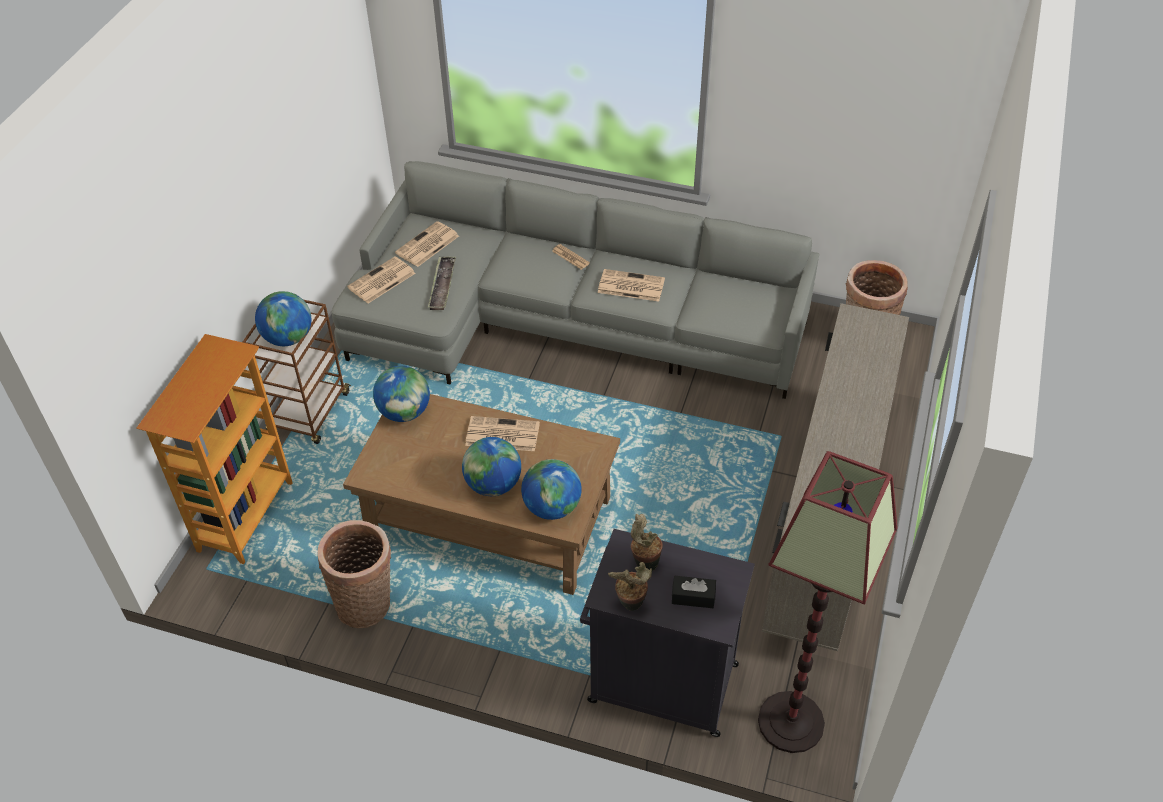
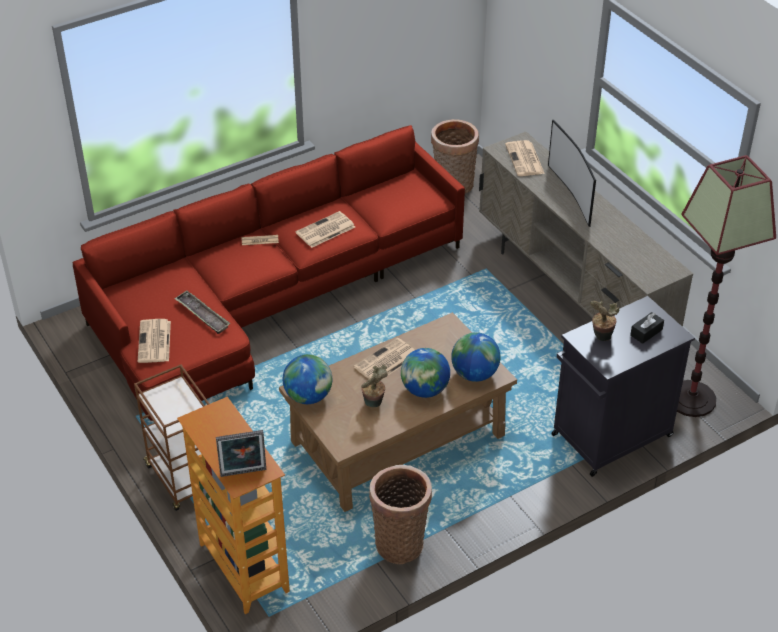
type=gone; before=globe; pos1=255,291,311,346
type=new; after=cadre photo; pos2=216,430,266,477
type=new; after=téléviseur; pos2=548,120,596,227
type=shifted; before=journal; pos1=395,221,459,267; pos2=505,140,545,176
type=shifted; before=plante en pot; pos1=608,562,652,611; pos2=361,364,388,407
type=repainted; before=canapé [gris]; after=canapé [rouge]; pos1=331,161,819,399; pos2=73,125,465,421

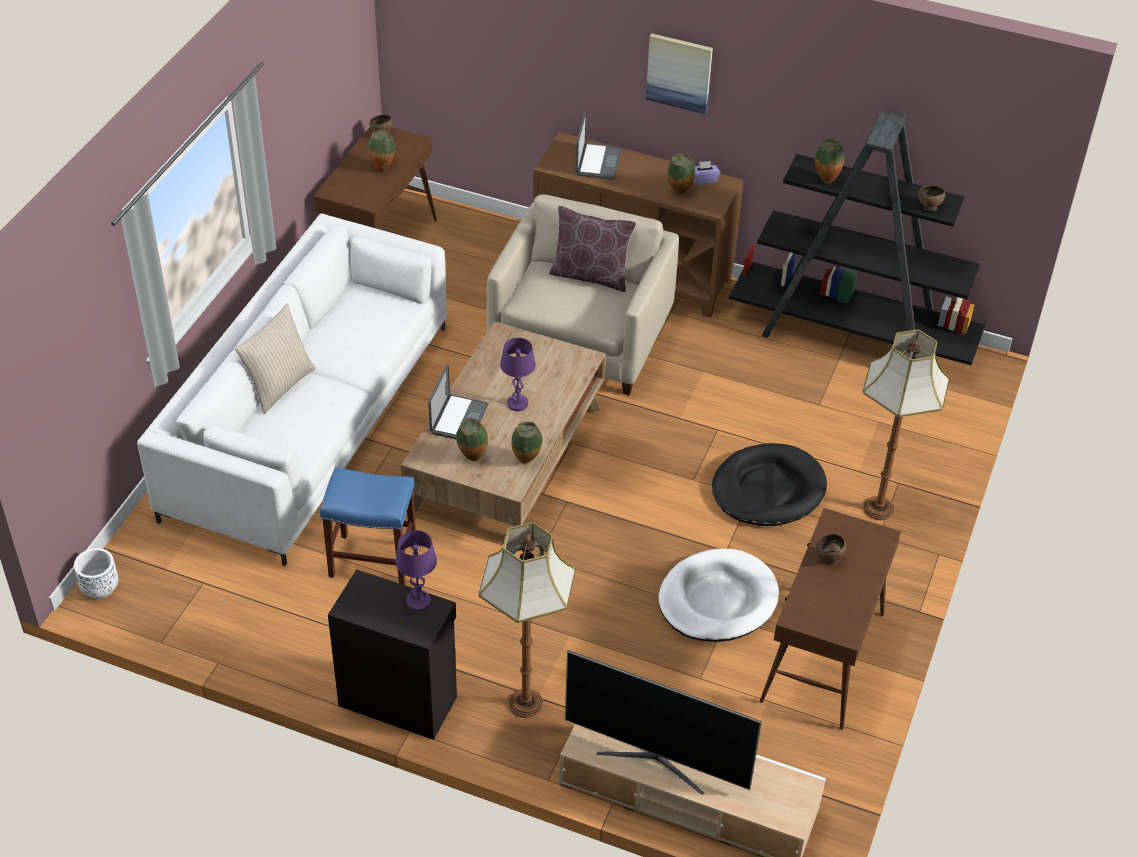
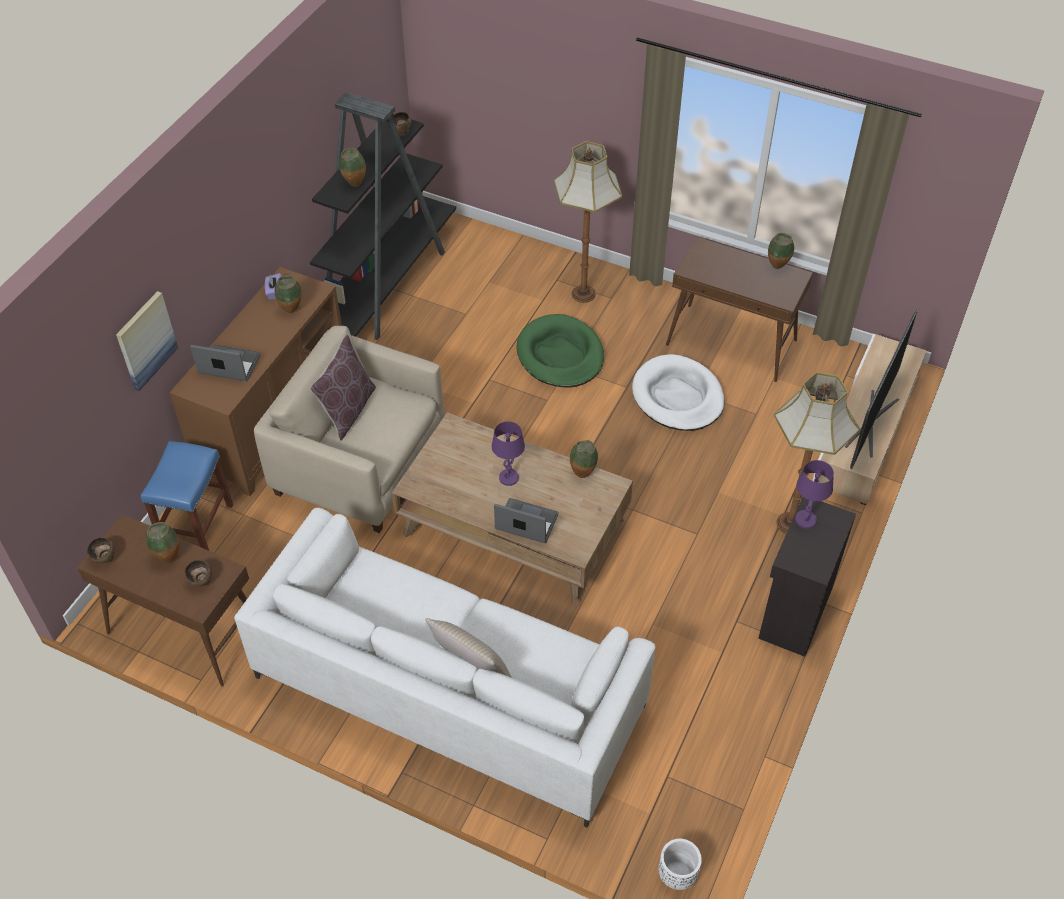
type=shifted; before=tabouret [bleu]; pos1=320,467,416,585; pos2=141,441,233,551
type=shifted; before=vase; pos1=456,418,488,461; pos2=768,233,794,269
type=shifted; before=tableau; pos1=646,33,713,114; pos2=116,291,178,391
type=shifted; before=bol [marron]; pos1=817,534,847,565; pos2=184,560,212,587
type=repainted; before=panier pour chien [noir]; after=panier pour chien [vert]; pos1=712,443,827,526; pos2=516,314,604,387

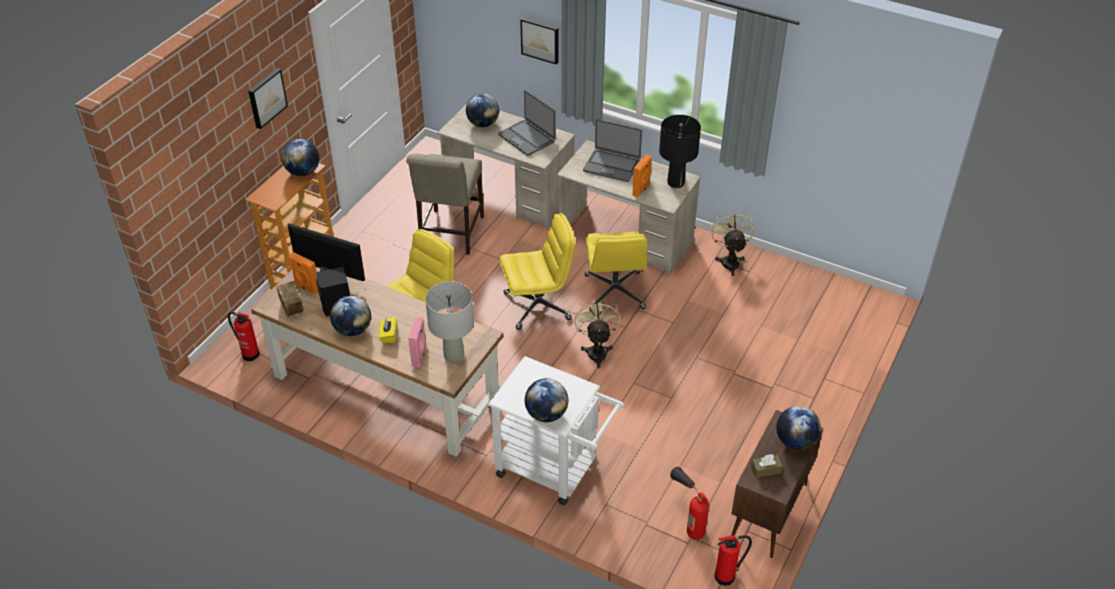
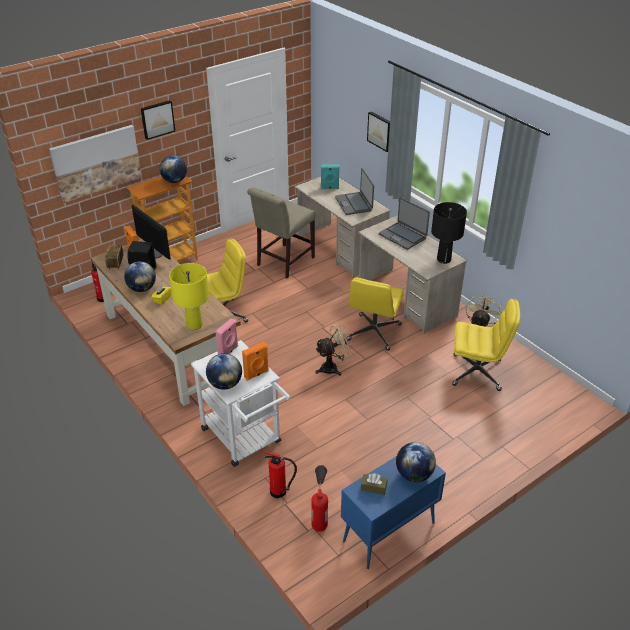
type=new; after=tableau; pos2=49,125,142,203
type=shifted; before=enceinte [rose]; pos1=408,317,427,368; pos2=215,318,238,354
type=shifted; before=chaise de bureau [jaune]; pos1=500,213,575,330; pos2=452,299,520,391
type=shifted; before=enceinte [orange]; pos1=632,155,652,198; pos2=242,342,269,381
type=shifted; before=extincteur; pos1=714,535,752,586; pos2=265,452,297,498
type=swapped; before=globe; after=enceinte [turquoise]; pos1=466,93,499,127; pos2=321,164,340,189
type=repainted; before=lampe de table [gris]; after=lampe de table [jaune]; pos1=425,281,474,363; pos2=169,263,209,330
type=repainted; before=meuble de rangement [marron]; after=meuble de rangement [bleu]; pos1=731,410,823,558; pos2=341,456,446,569
type=rotated; before=ventilateur [beige]; pos1=574,298,621,369; pos2=315,325,353,376; turn=45

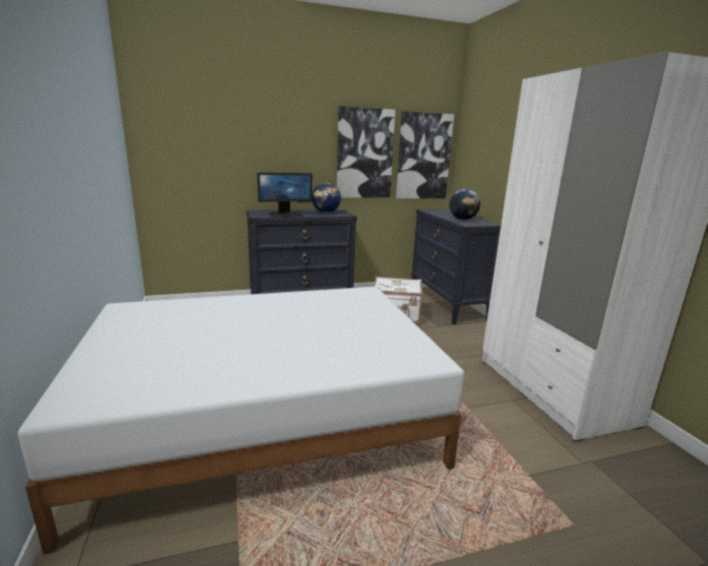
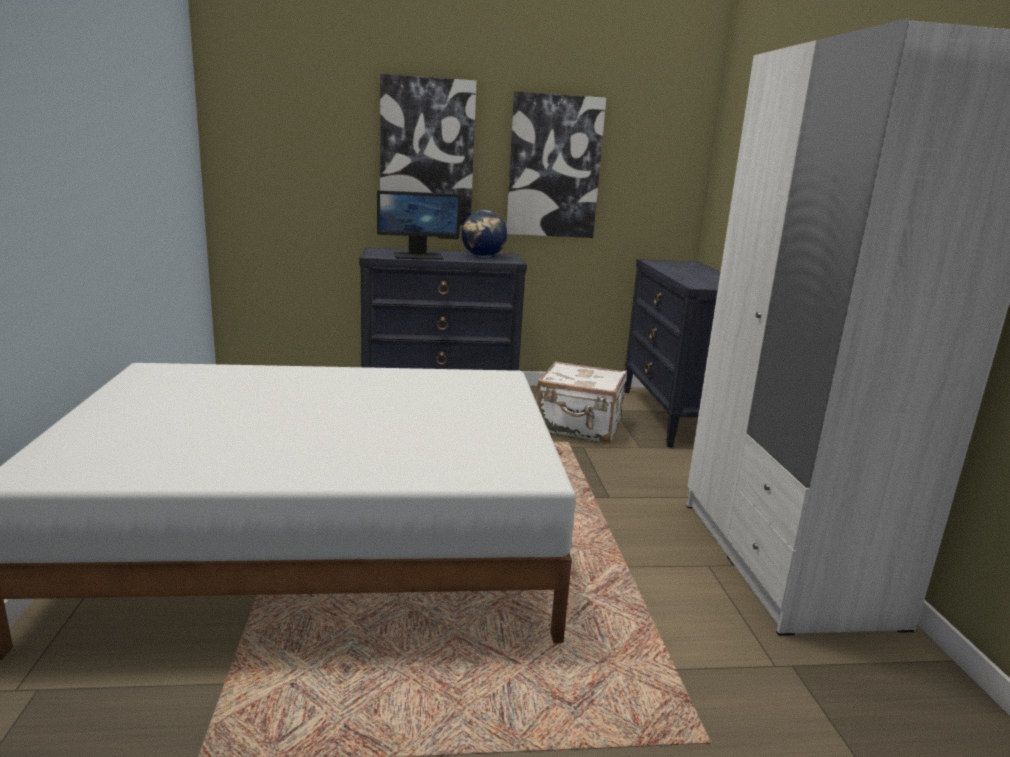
type=gone; before=globe; pos1=449,189,480,220
type=shifted; before=tableau; pos1=396,111,454,199; pos2=380,74,477,225

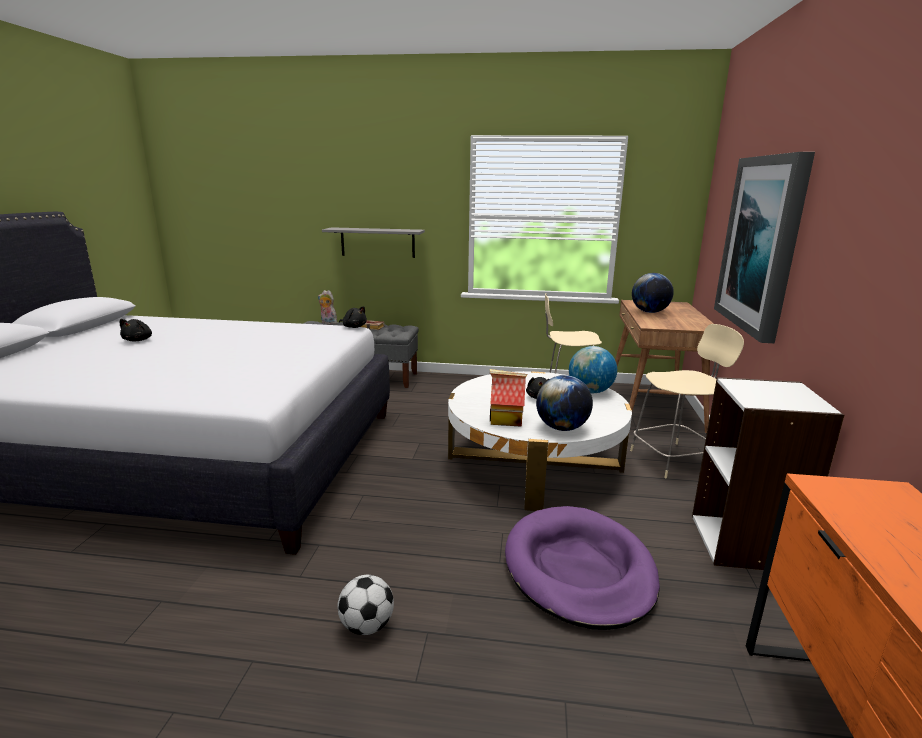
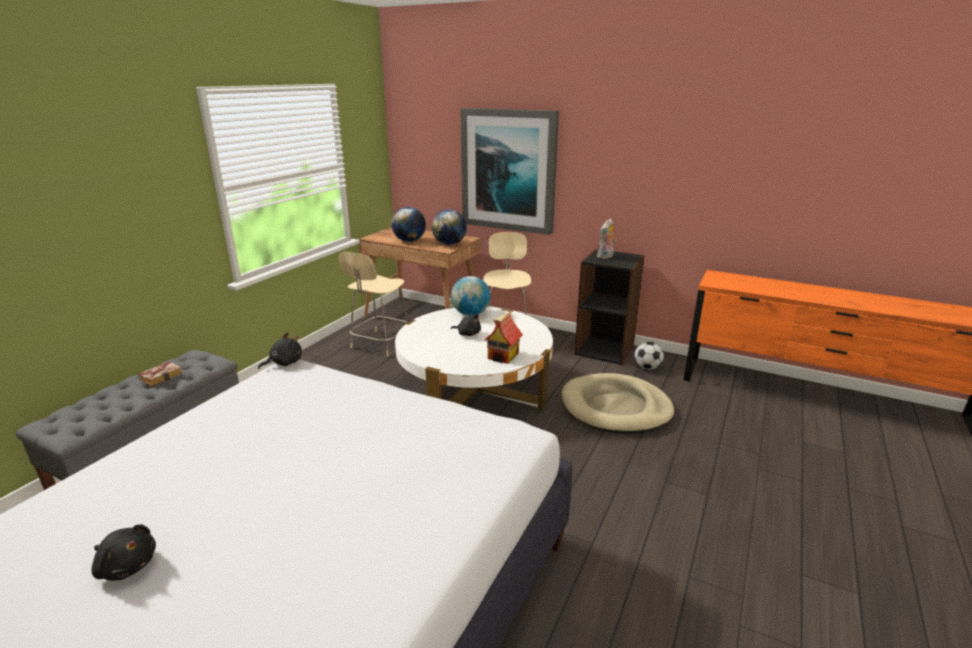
type=gone; before=étagère [gris]; pos1=322,227,425,258
type=shifted; before=peluche; pos1=318,290,337,324; pos2=597,218,616,259
type=shifted; before=ballon de foot; pos1=338,575,394,635; pos2=635,341,664,370
type=shifted; before=globe; pos1=536,375,593,431; pos2=432,209,467,245
type=repainted; before=panier pour chien [violet]; after=panier pour chien [beige]; pos1=505,506,660,630; pos2=561,373,674,434
type=repainted; before=bibliothèque [blanc]; after=bibliothèque [noir]; pos1=692,377,844,570; pos2=574,249,645,365

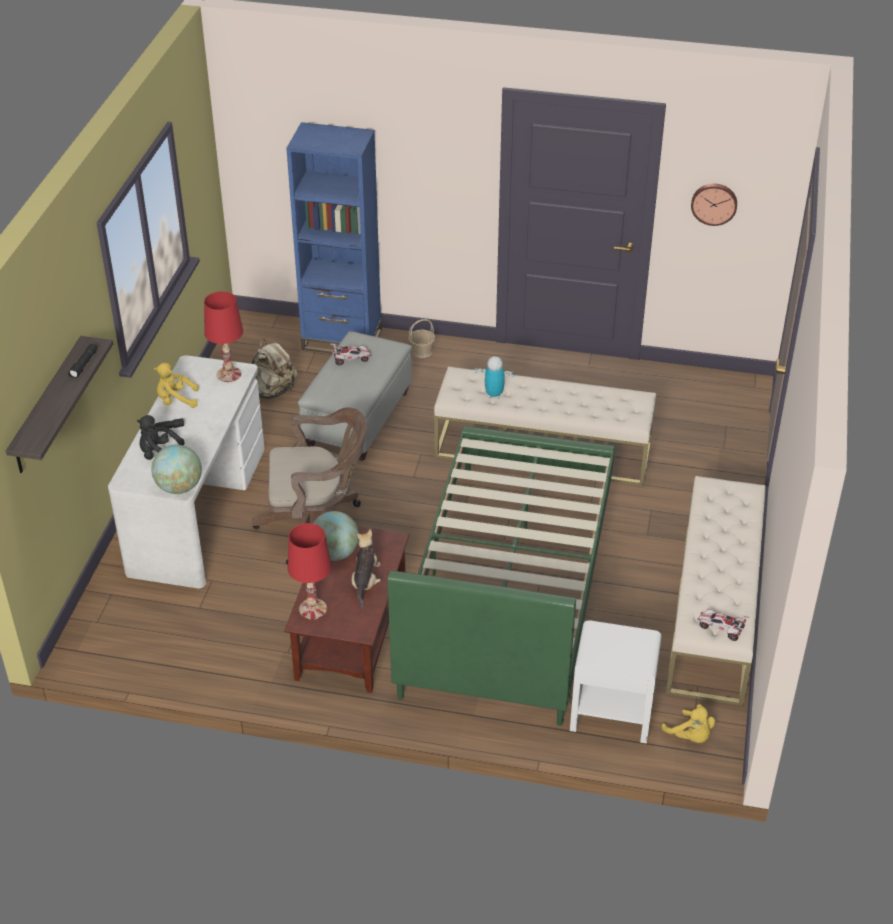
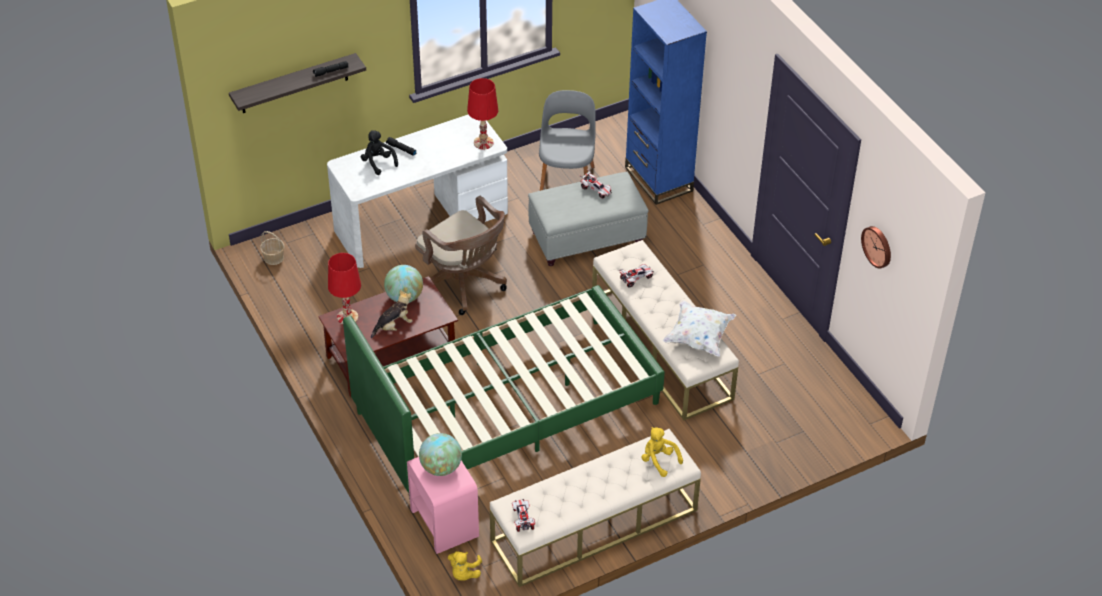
type=new; after=coussin [blanc]; pos2=662,300,736,357
type=shifted; before=globe; pos1=151,445,202,494; pos2=419,433,462,476
type=shifted; before=peluche [jaune]; pos1=154,363,199,408; pos2=641,427,683,477
type=shifted; before=panier; pos1=409,319,435,358; pos2=260,231,285,265
type=swapped; before=sac à dos [beige]; after=chaise [gris]; pos1=251,339,298,399; pos2=539,90,596,191
type=swapped; before=robot jouet; after=petite voiture; pos1=475,356,515,398; pos2=619,264,654,288
type=repainted; before=table de chevet [blanc]; after=table de chevet [rose]; pos1=570,620,662,744; pos2=407,457,479,554

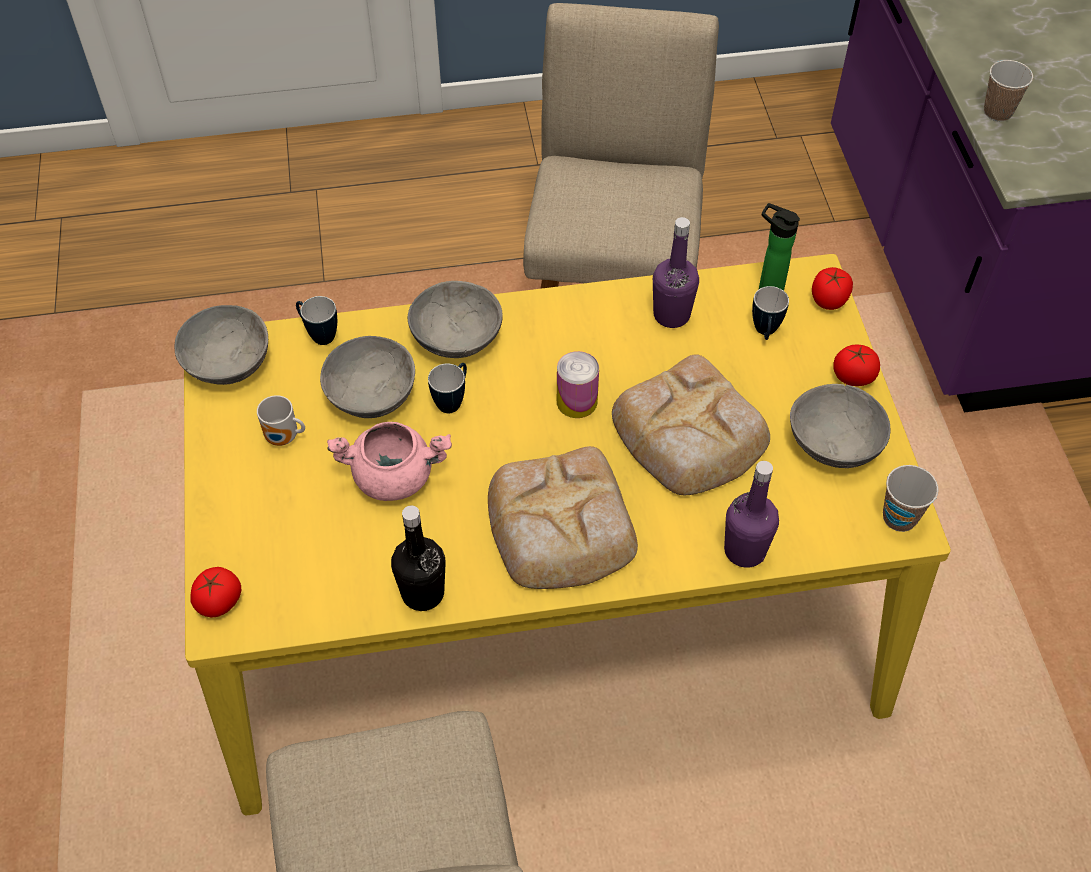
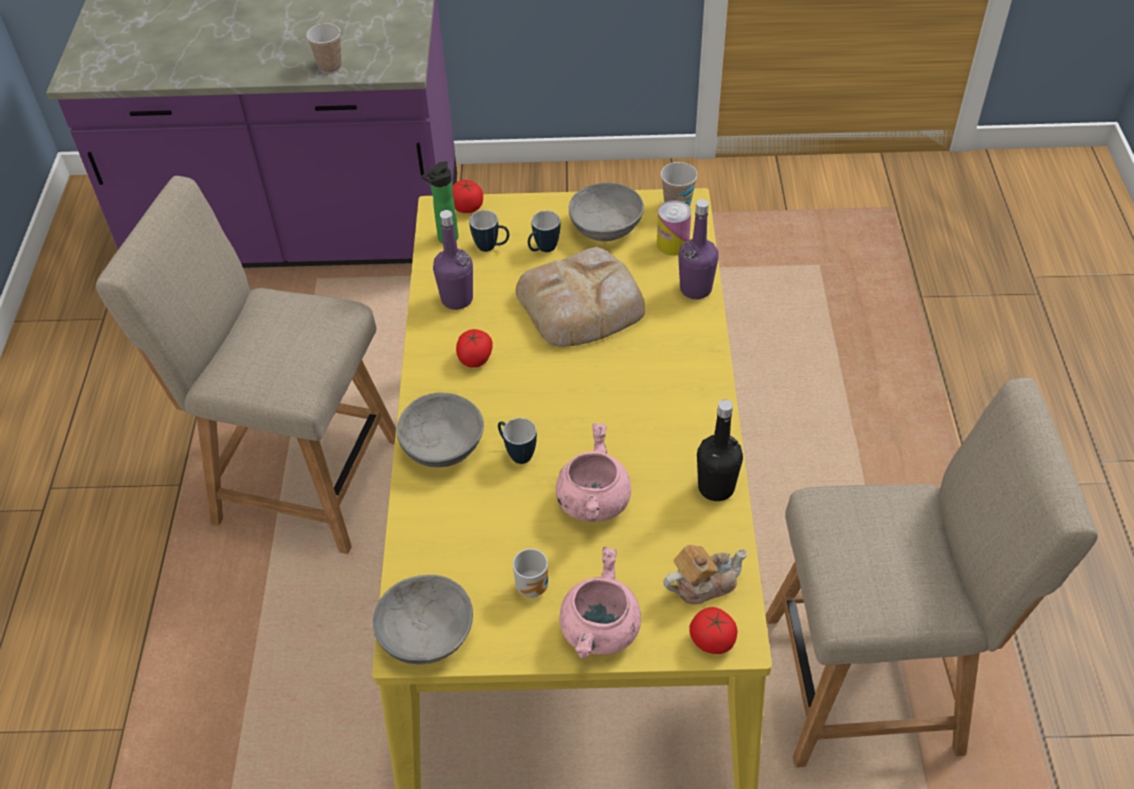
type=gone; before=bol [gris]; pos1=320,336,415,418
type=gone; before=pain; pos1=488,446,638,589
type=new; after=marmite [rose]; pos2=559,547,641,659
type=new; after=théière; pos2=663,545,748,604
type=shifted; before=mug; pos1=296,296,337,345; pos2=528,211,560,252
type=shifted; before=boîte métallique; pos1=557,351,599,418; pos2=657,200,691,256
type=shifted; before=tomate; pos1=833,345,880,386; pos2=456,329,493,368

